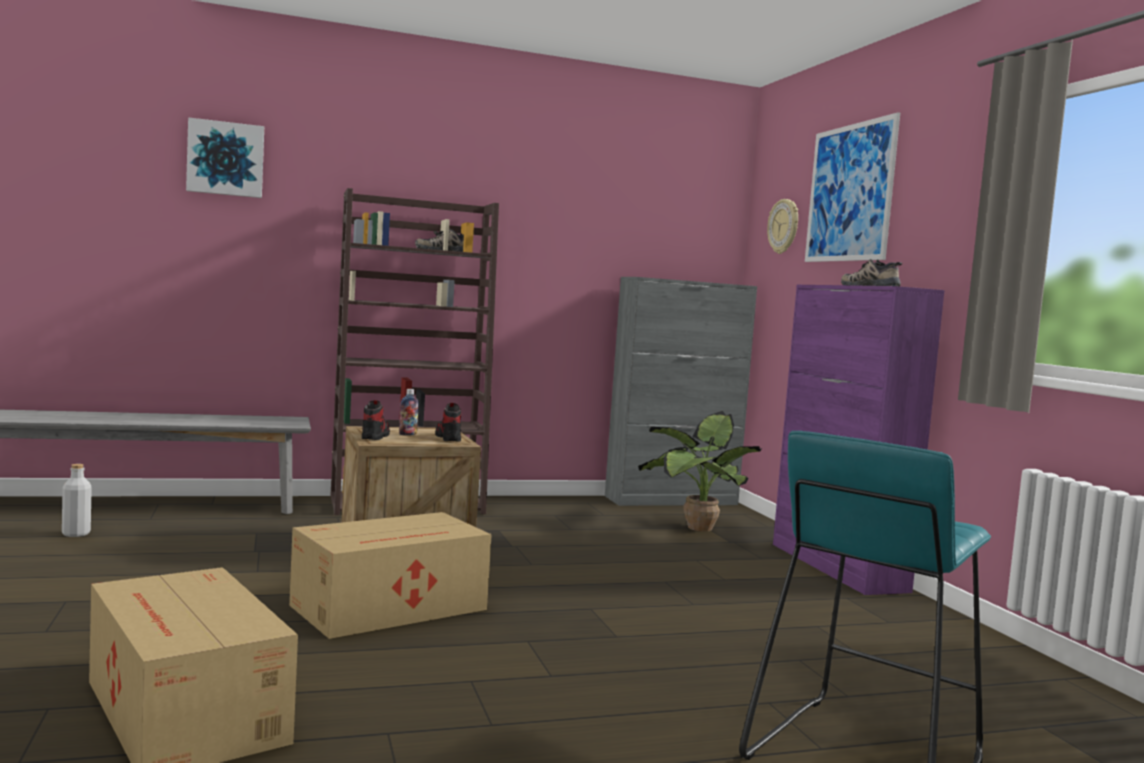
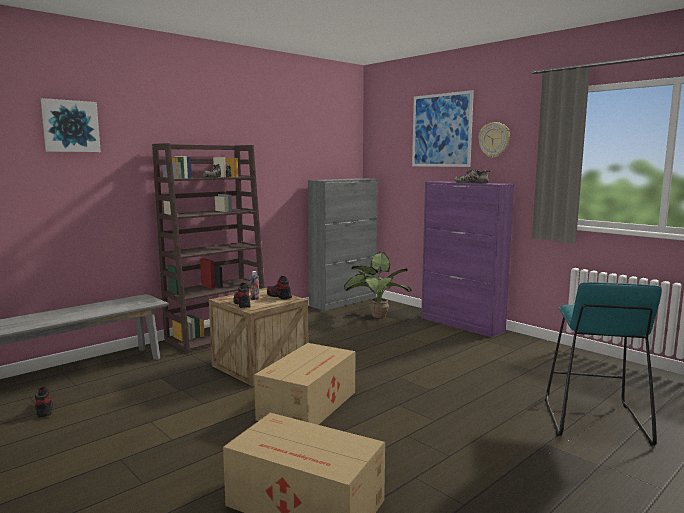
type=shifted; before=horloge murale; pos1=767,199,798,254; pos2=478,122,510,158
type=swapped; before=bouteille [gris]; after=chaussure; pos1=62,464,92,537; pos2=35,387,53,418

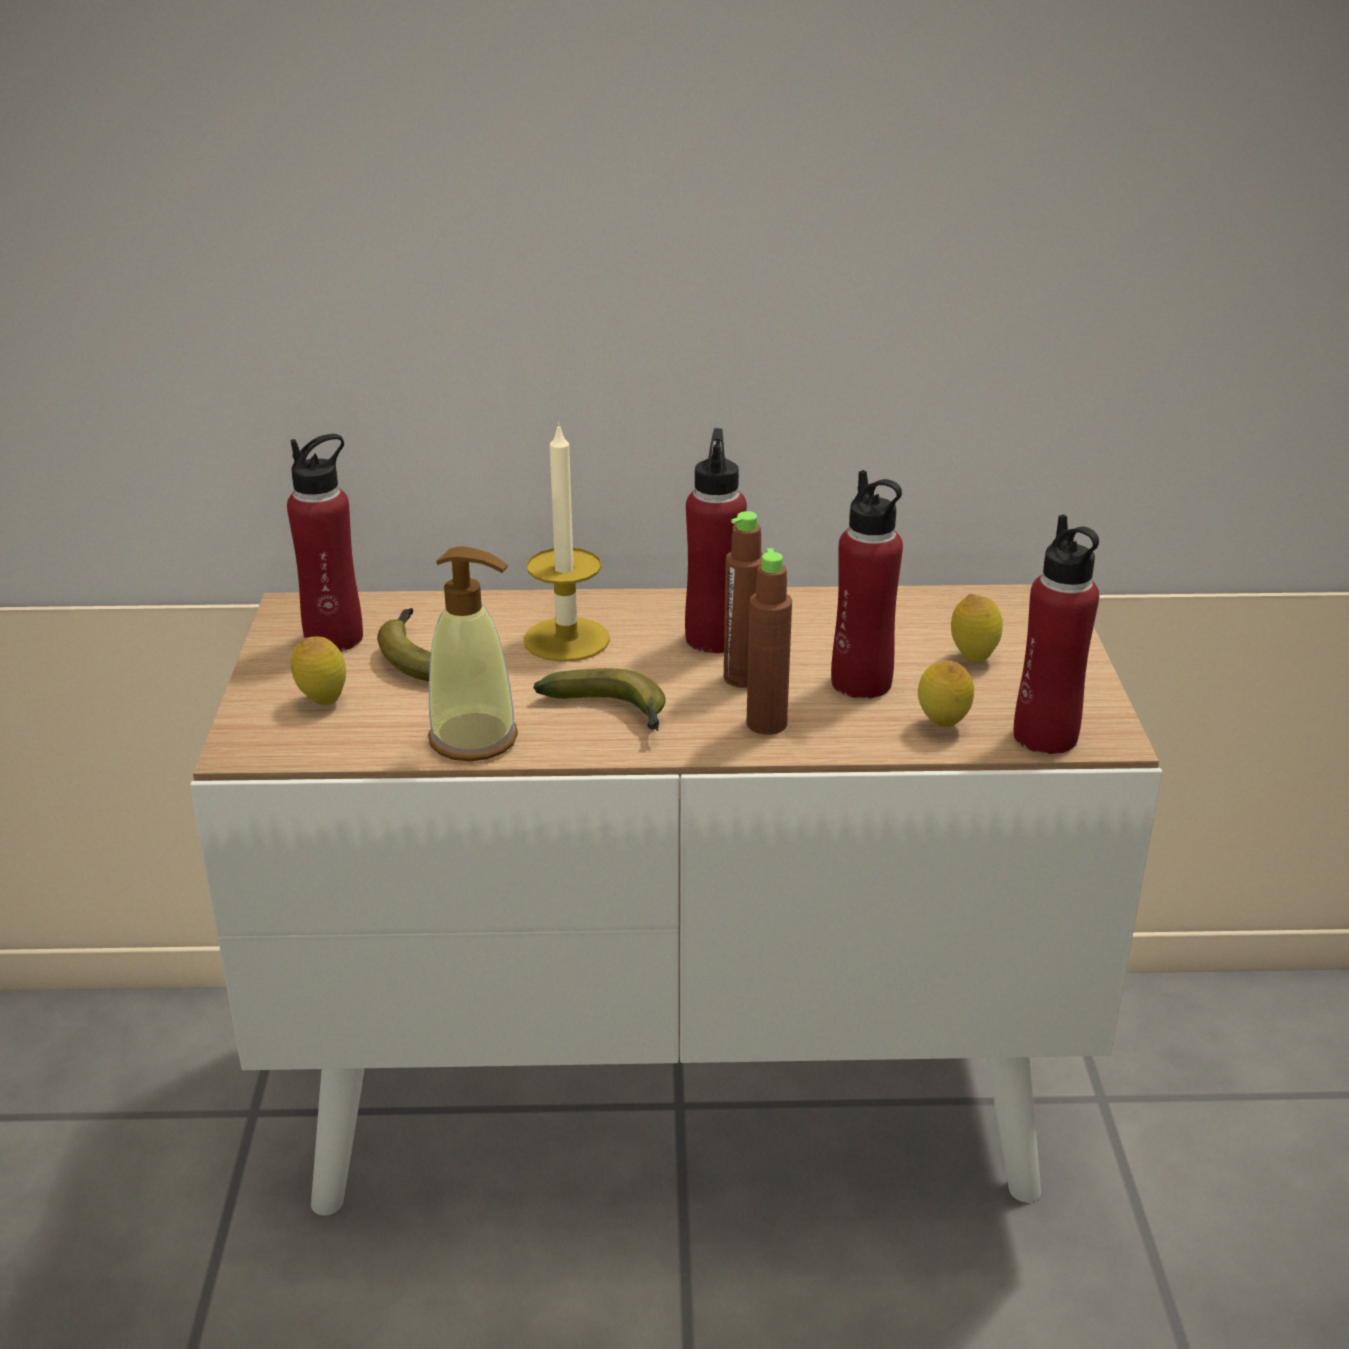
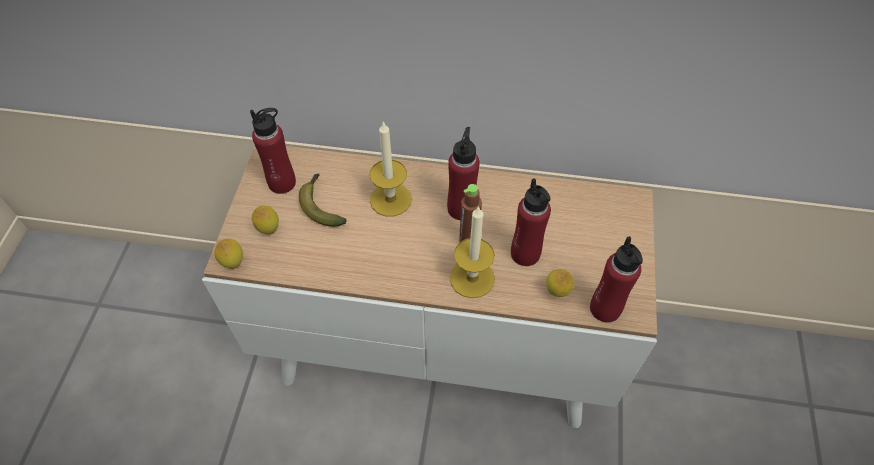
type=gone; before=distributeur de savon; pos1=428,546,518,761
type=gone; before=banane; pos1=533,668,666,731
type=shifted; before=citron; pos1=951,594,1003,663; pos2=214,239,243,269
type=swapped; before=bouteille [marron]; after=bougie; pos1=746,548,792,735; pos2=450,206,495,298

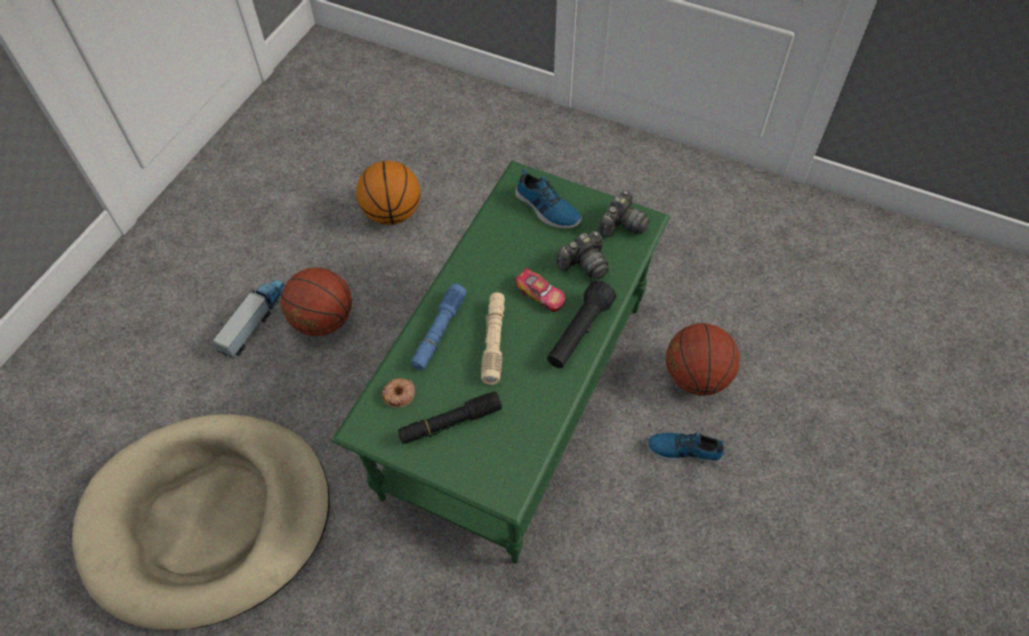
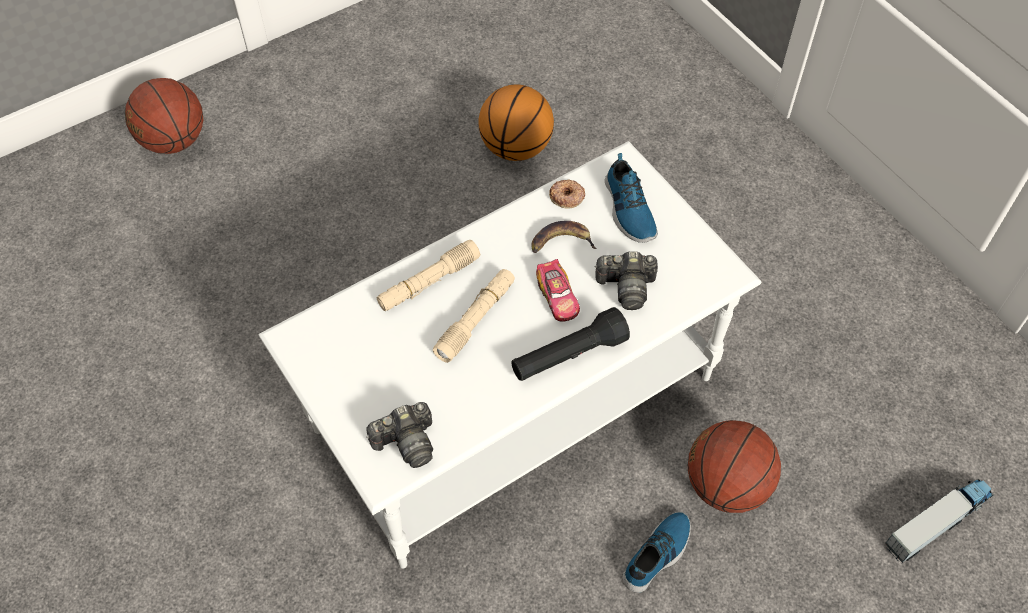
type=gone; before=panier pour chien [beige]; pos1=72,414,330,631
type=gone; before=lampe de poche [noir]; pos1=398,392,502,444
type=new; after=banane; pos2=531,221,596,253
type=shifted; before=camion jouet; pos1=212,280,285,359; pos2=885,479,994,563
type=shifted; before=ballon de basket; pos1=281,267,352,336; pos2=125,78,203,154
type=shifted; before=beignet; pos1=382,378,415,408; pos2=549,179,585,209
type=shifted; before=appareil photo; pos1=598,190,650,237; pos2=366,402,433,468
type=repainted; before=table basse [vert]; after=table basse [blanc]; pos1=331,161,670,564; pos2=258,141,762,569
type=repainted; before=lampe de poche [bleu]; after=lampe de poche [beige]; pos1=411,284,466,370; pos2=377,240,480,311
type=rotated; before=chaussure; pos1=647,433,724,465; pos2=622,512,691,593; turn=90

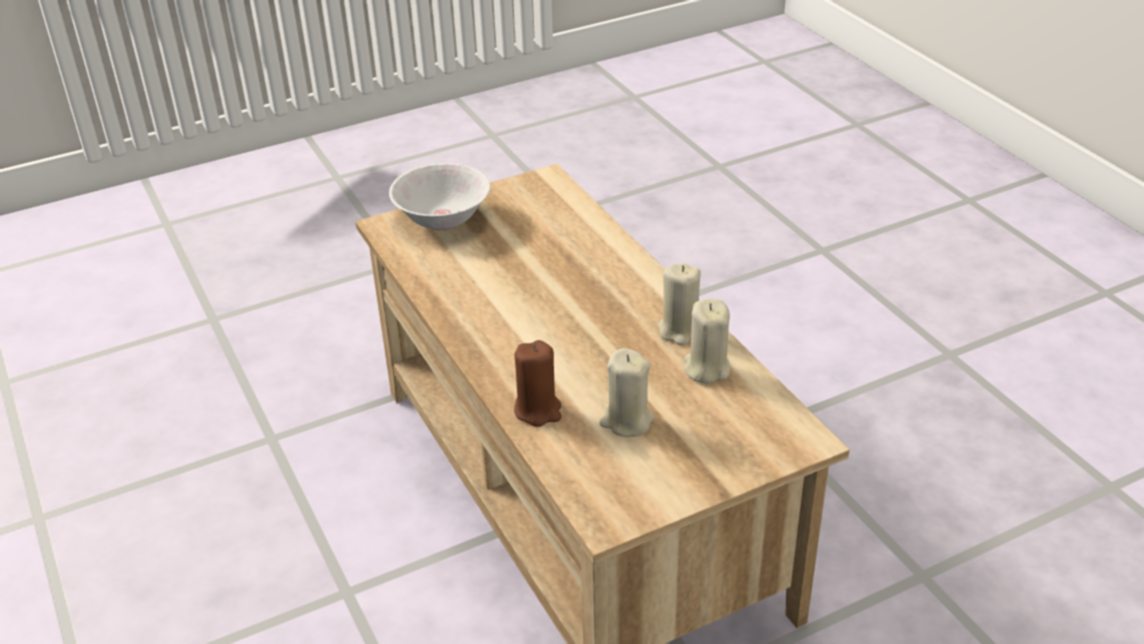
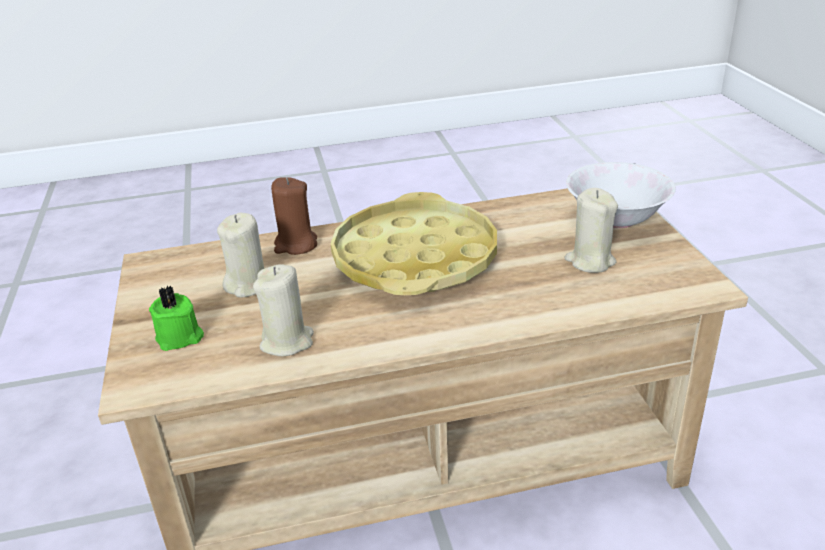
type=new; after=bougie [vert]; pos2=149,286,204,351
type=new; after=plateau [jaune]; pos2=330,192,497,295
type=shifted; before=bougie [beige]; pos1=658,263,701,346; pos2=565,188,618,273

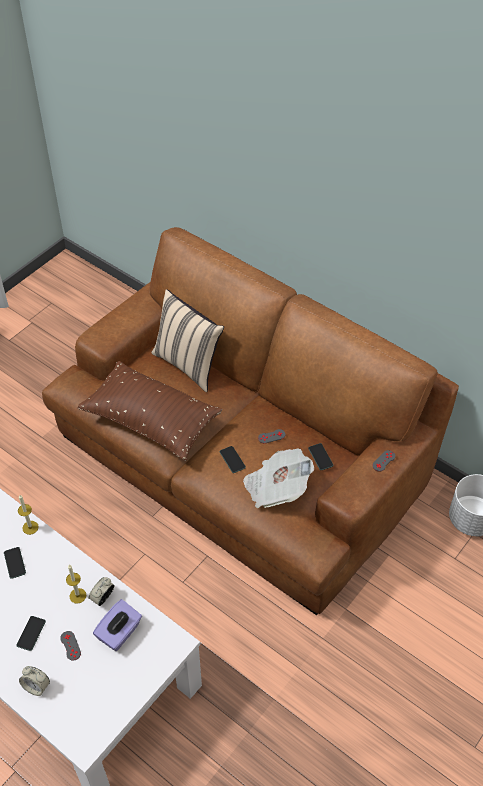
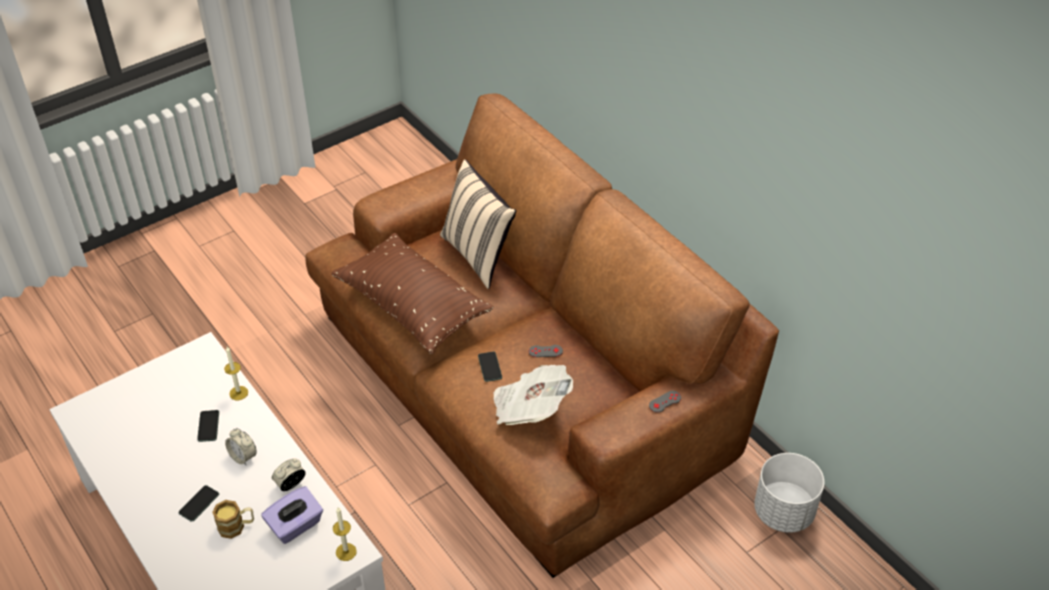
type=gone; before=téléphone; pos1=308,443,333,470
type=shifted; before=réveil; pos1=19,666,50,696; pos2=225,428,257,465
type=shifted; before=bougie; pos1=66,565,86,604; pos2=333,507,357,561
type=swapped; before=manette [gris]; after=mug; pos1=60,631,81,661; pos2=212,500,254,539

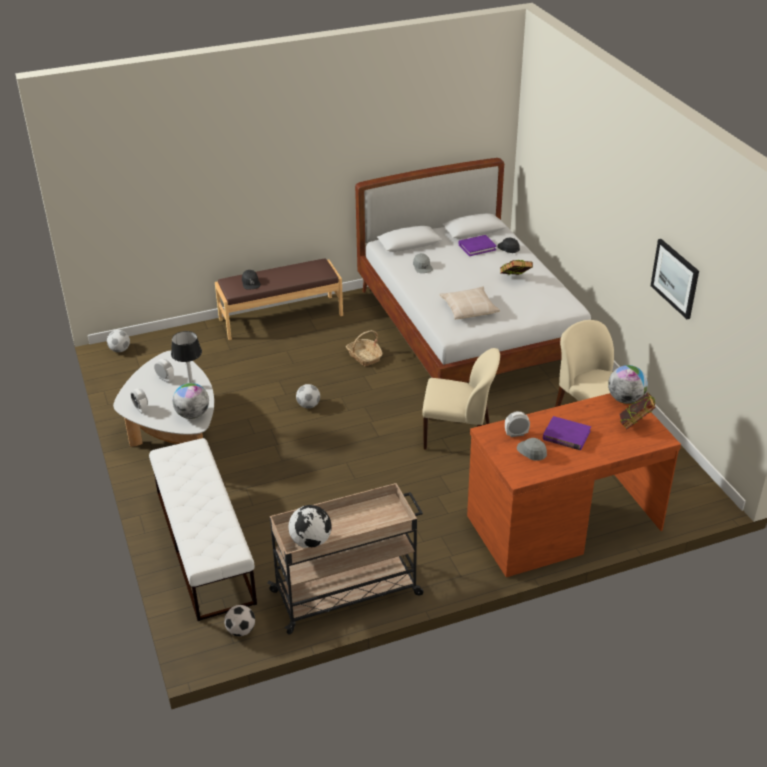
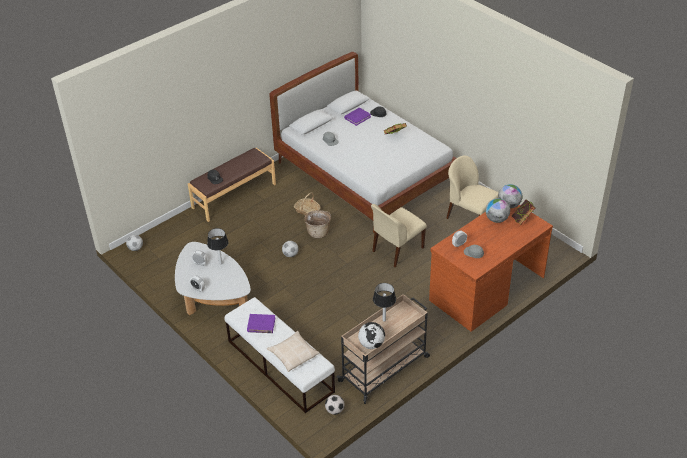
type=gone; before=tableau; pos1=651,239,699,319
type=new; after=panier; pos2=304,210,331,238
type=new; after=lampe de table; pos2=373,283,396,322
type=shifted; before=globe; pos1=173,383,209,419; pos2=485,198,510,223
type=shifted; before=coussin [beige]; pos1=439,286,500,320; pos2=267,331,320,372
type=shifted; before=livre [violet]; pos1=543,416,591,450; pos2=247,314,275,333
type=rotated; before=chaise [beige]; pos1=422,348,500,450; pos2=371,204,427,267; turn=150

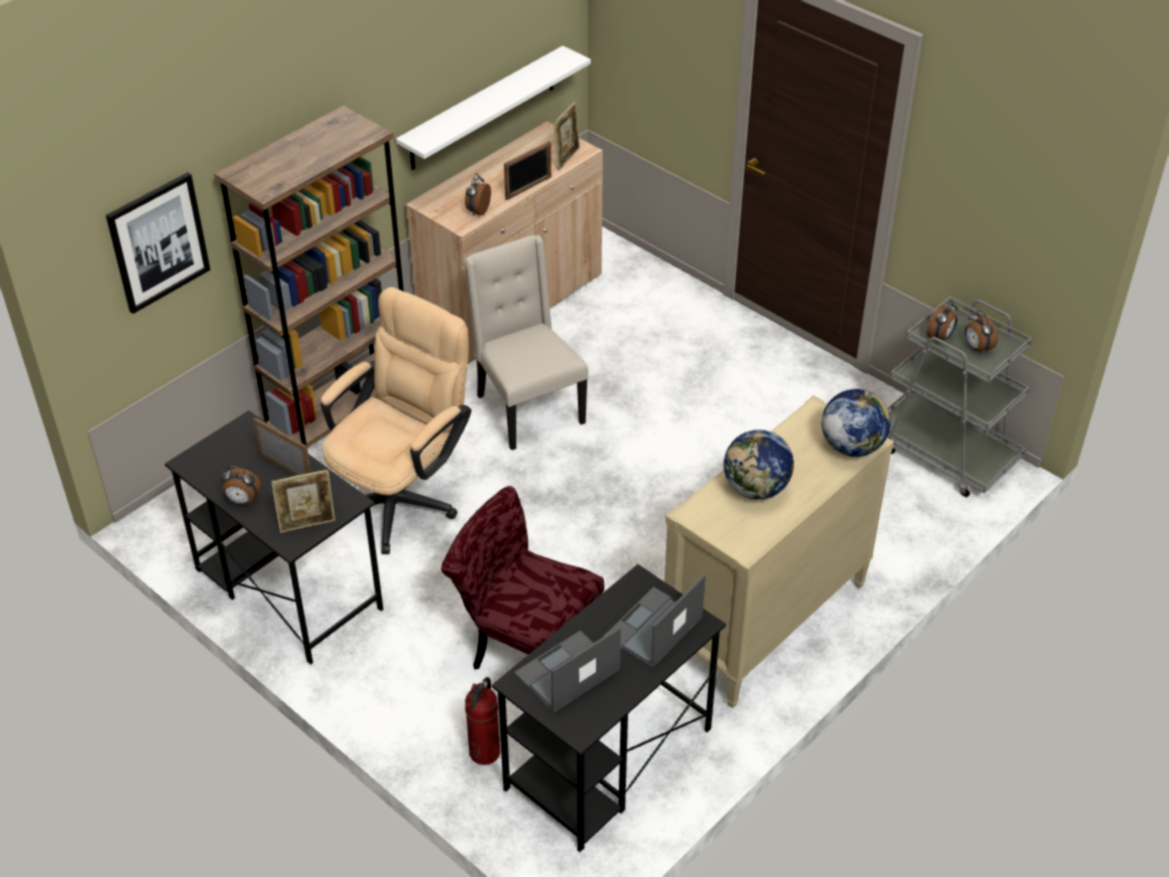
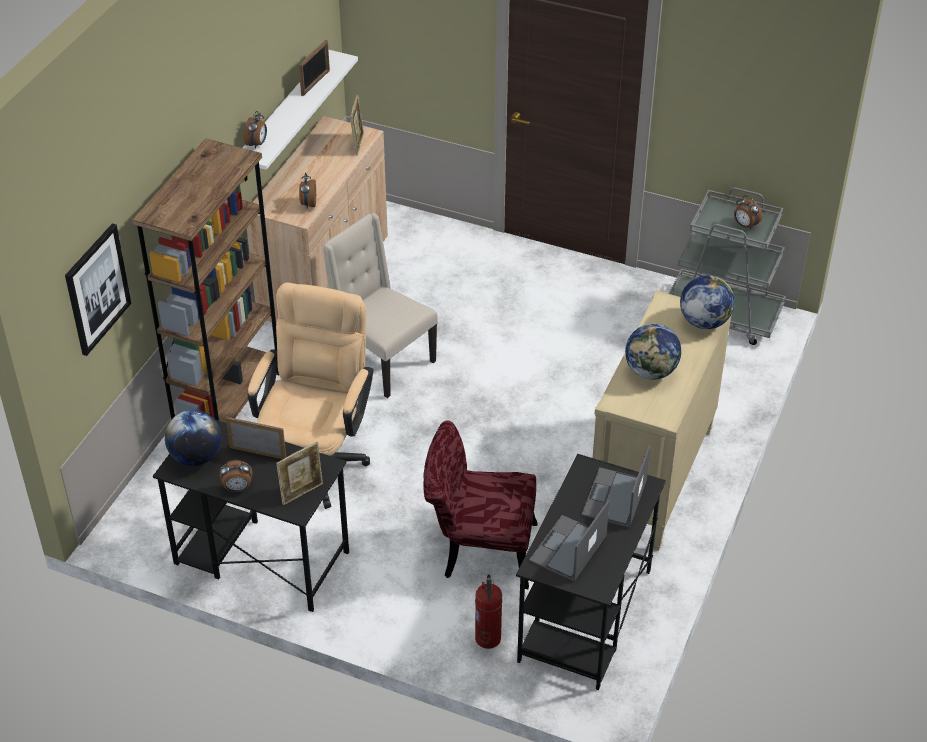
type=new; after=globe; pos2=165,410,221,466
type=shifted; before=cadre photo; pos1=504,141,551,200; pos2=299,40,330,96
type=shifted; before=réveil; pos1=927,300,958,343; pos2=244,111,267,149

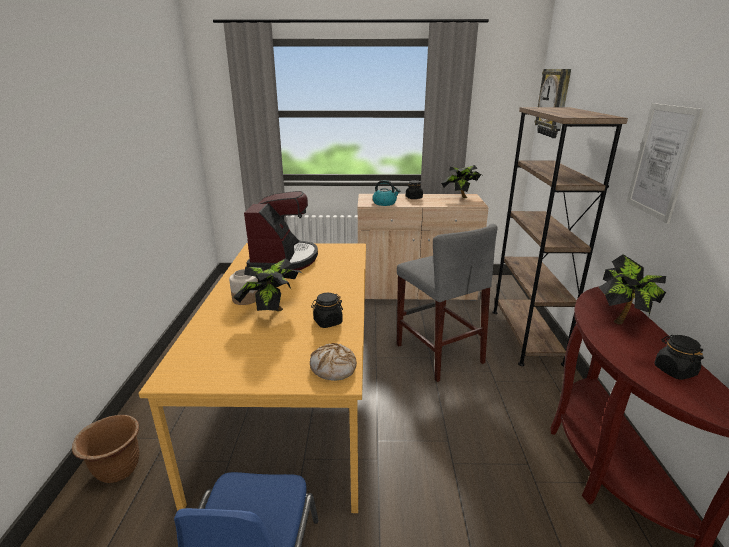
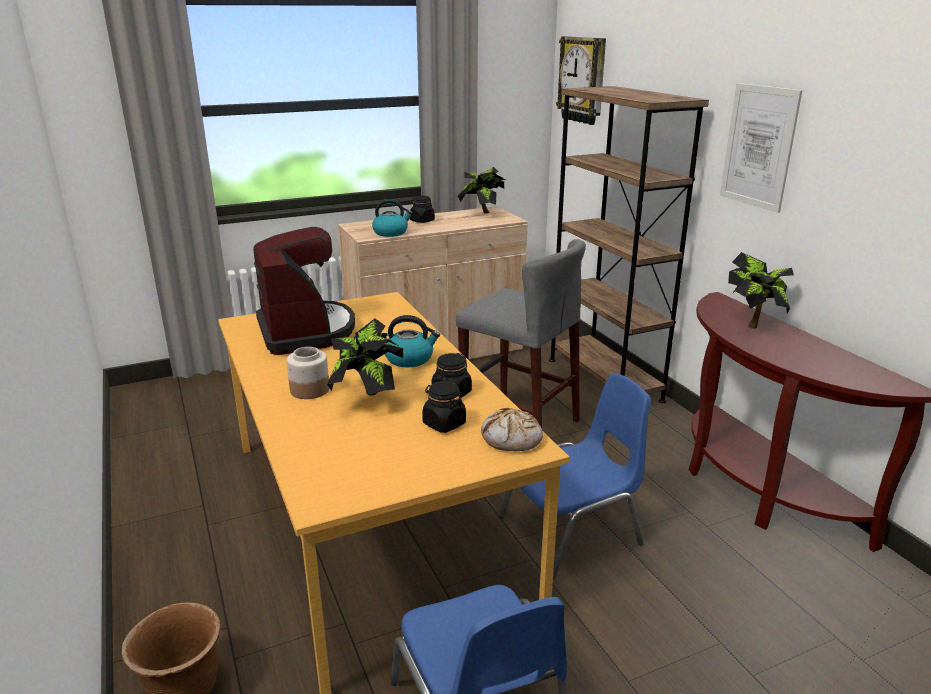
type=new; after=bouilloire; pos2=385,315,440,367
type=new; after=chaise [bleu]; pos2=499,373,651,580
type=shifted; before=bocal [noir]; pos1=654,335,704,380; pos2=422,381,466,433

